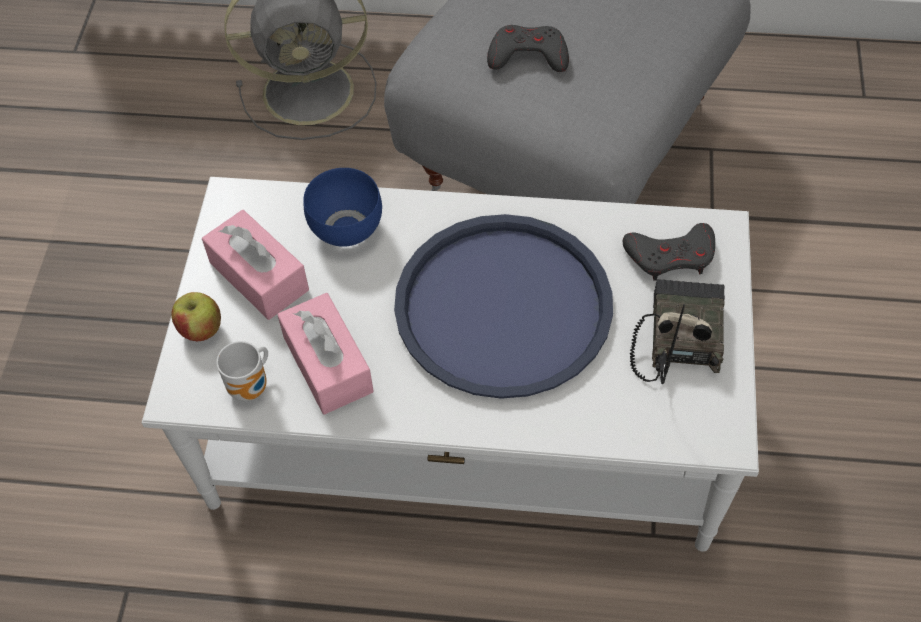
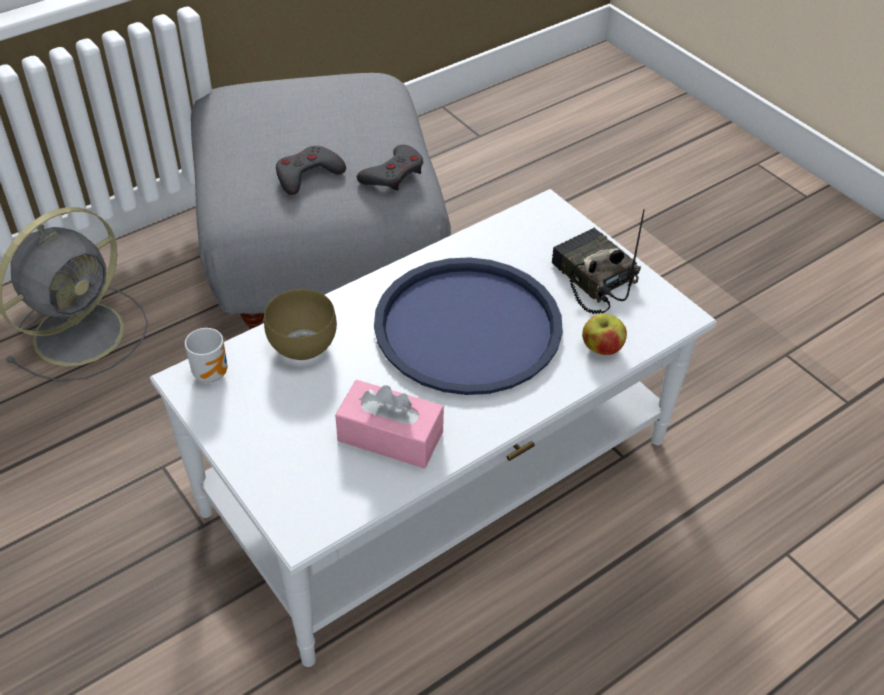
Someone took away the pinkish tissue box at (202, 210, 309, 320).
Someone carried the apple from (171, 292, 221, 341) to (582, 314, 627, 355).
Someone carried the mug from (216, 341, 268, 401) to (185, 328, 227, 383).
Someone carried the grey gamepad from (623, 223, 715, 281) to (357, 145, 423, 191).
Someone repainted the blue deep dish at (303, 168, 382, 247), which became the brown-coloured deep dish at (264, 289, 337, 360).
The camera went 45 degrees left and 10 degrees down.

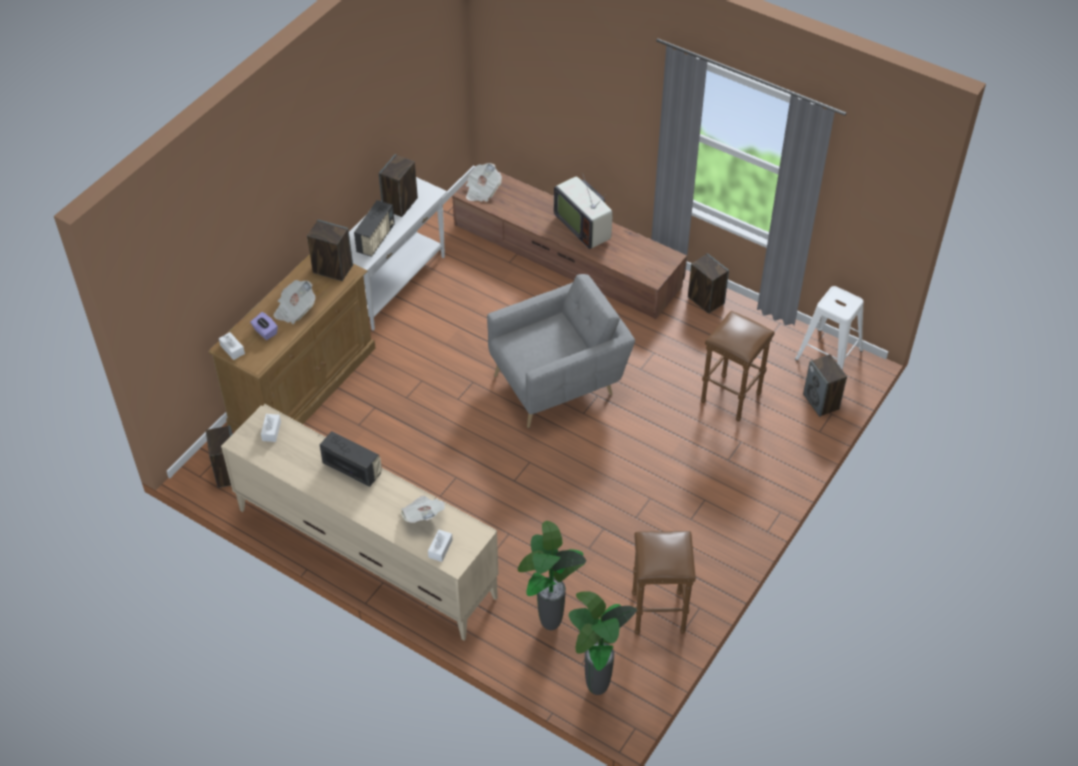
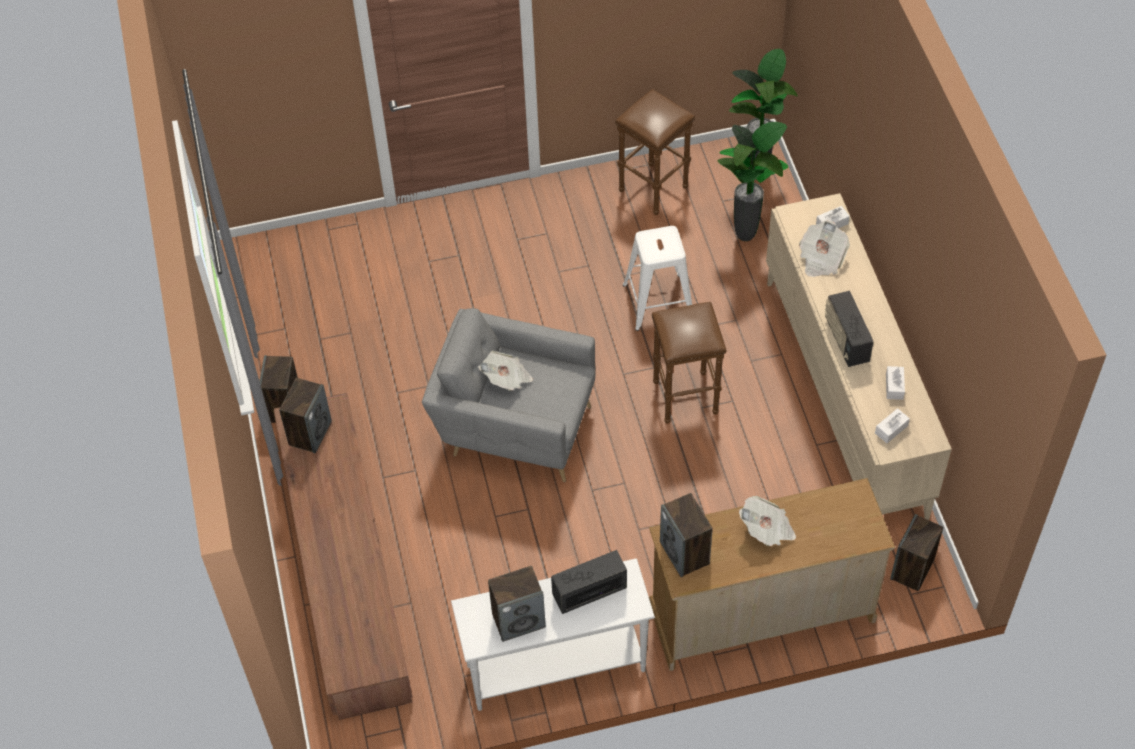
Someone took away the purple tissue box at (250, 312, 278, 340).
Someone took away the television at (554, 172, 613, 249).
Someone carried the white-coloured tissue box from (219, 332, 245, 360) to (886, 366, 905, 400).
Someone carried the printed paper from (466, 163, 502, 202) to (478, 350, 533, 391).
Someone carried the brown-coloured sitting stool from (701, 311, 775, 421) to (652, 302, 726, 424).
Someone carried the white-coloured sitting stool from (795, 286, 864, 370) to (623, 226, 692, 331).
Someone carried the speaker from (803, 354, 847, 417) to (279, 378, 332, 453).
The camera went 135 degrees left and 5 degrees up.

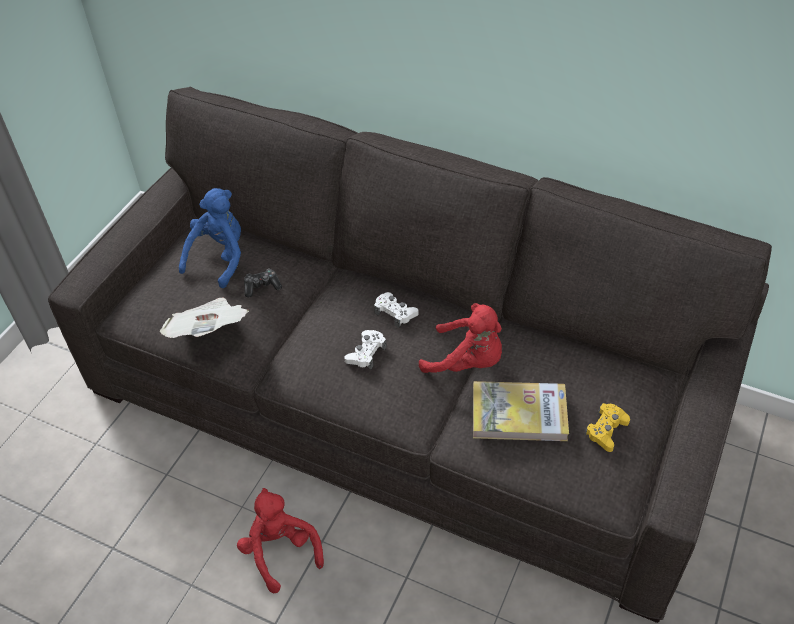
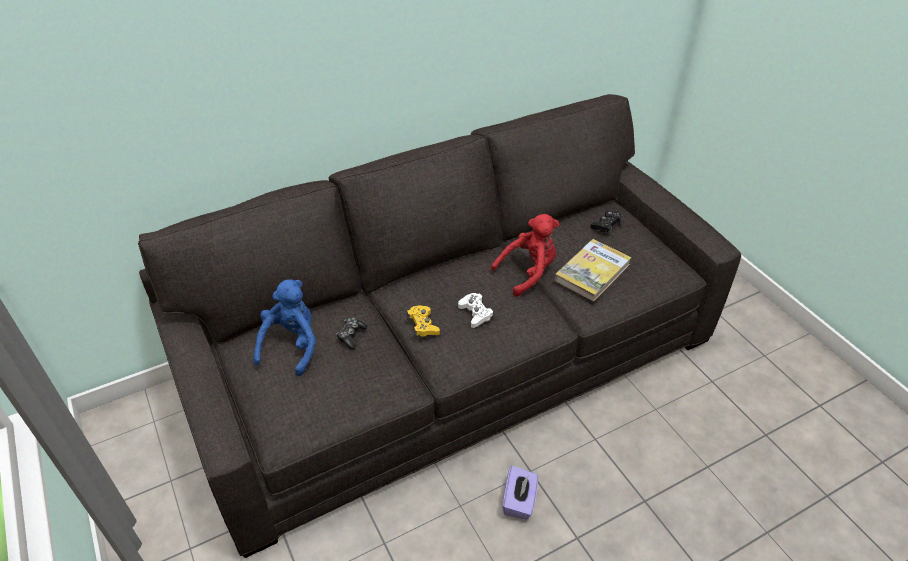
Someone took away the printed paper at (160, 298, 249, 338).
Someone took away the white-coloured gamepad at (374, 292, 419, 328).
Someone put down the blackish gamepad at (590, 210, 624, 235).
Someone carried the yellowish gamepad from (585, 403, 630, 452) to (407, 305, 440, 338).
Someone swapped the red-coloured cuddly toy at (237, 488, 324, 593) for the purple tissue box at (502, 466, 538, 520).
Someone rotated the blue cuddly toy at (179, 188, 241, 288) by 45 degrees clockwise.
The camera went 55 degrees left and 5 degrees down.

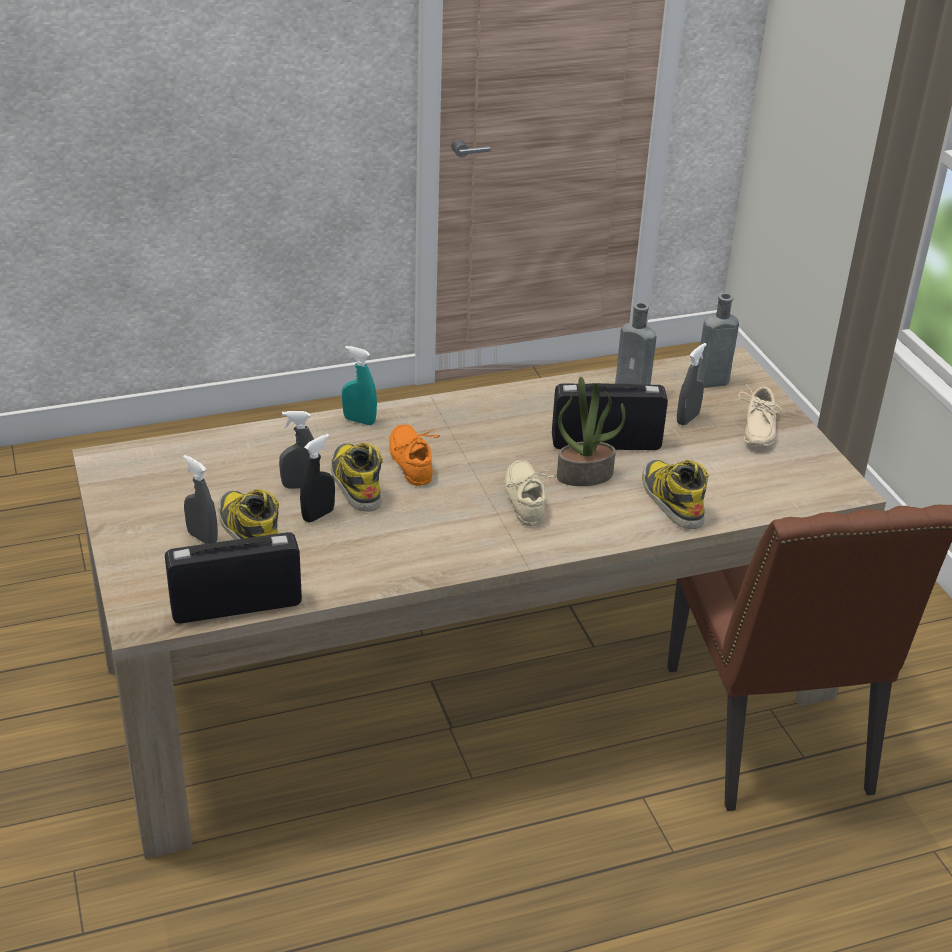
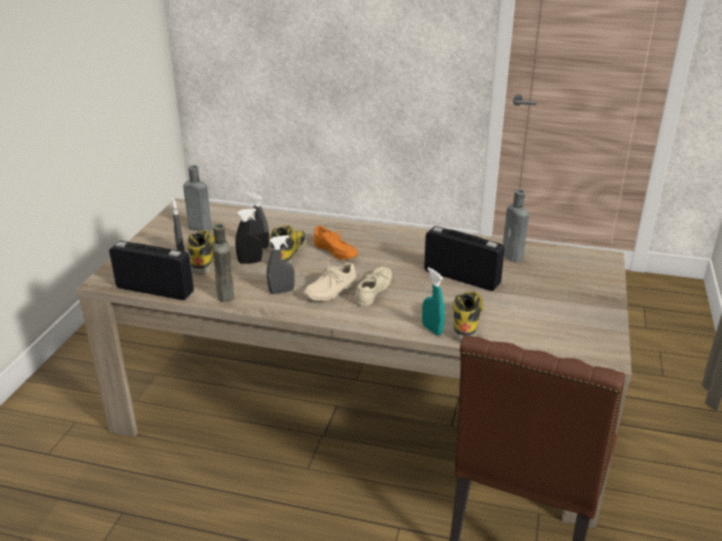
Someone took away the potted plant at (557, 377, 626, 486).
Someone put down the brown-coloured drink bottle at (212, 224, 234, 302).
Someone carried the blue-green sprayer from (342, 346, 377, 425) to (422, 267, 445, 336).
Someone carried the grey sprayer from (677, 343, 707, 425) to (267, 235, 295, 294).
Someone carried the grey drink bottle from (697, 293, 739, 388) to (183, 165, 212, 231).
Someone carried the beige-coloured item of footwear from (738, 384, 782, 447) to (303, 257, 356, 301).
Someone rotated the orange item of footwear at (389, 424, 440, 486) by 120 degrees clockwise.
The camera went 35 degrees right and 5 degrees down.

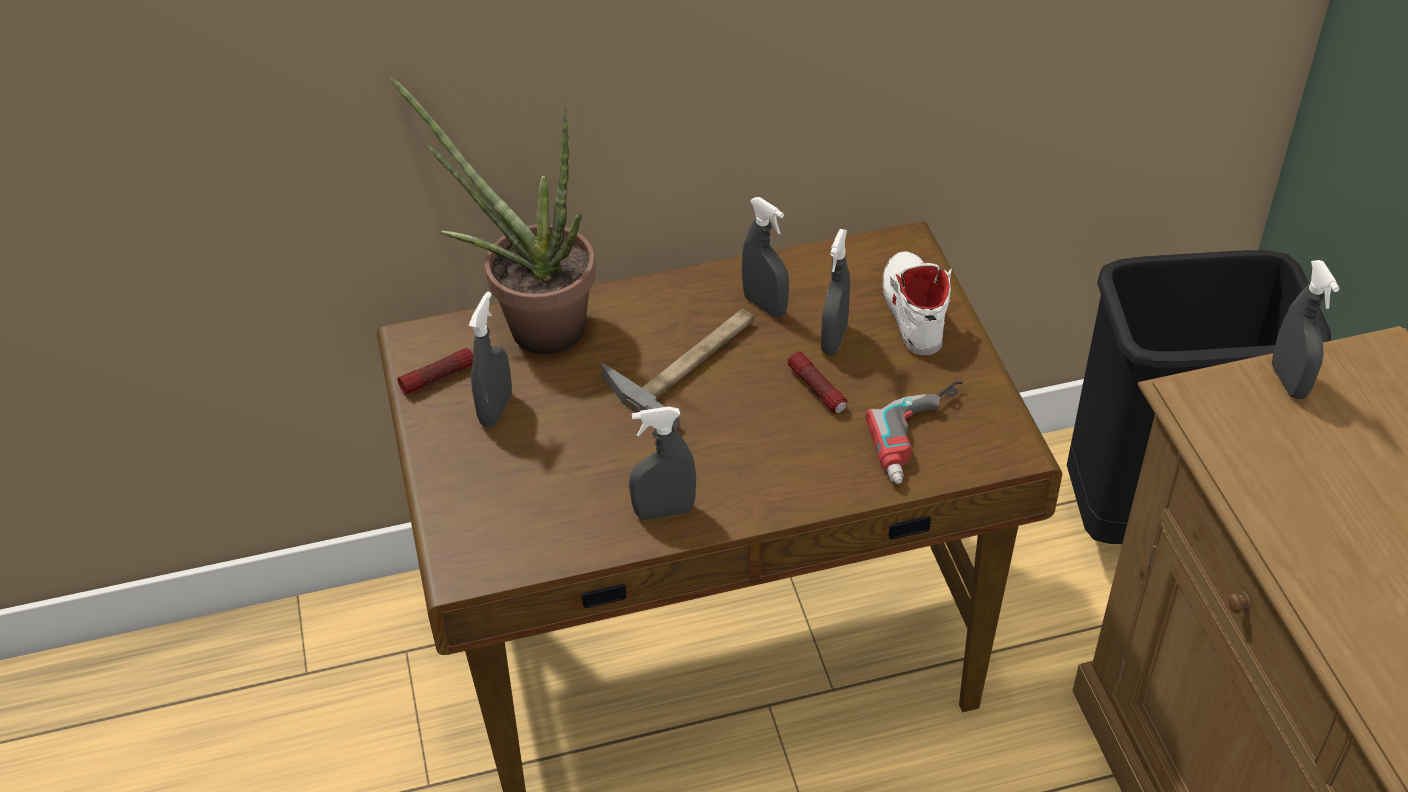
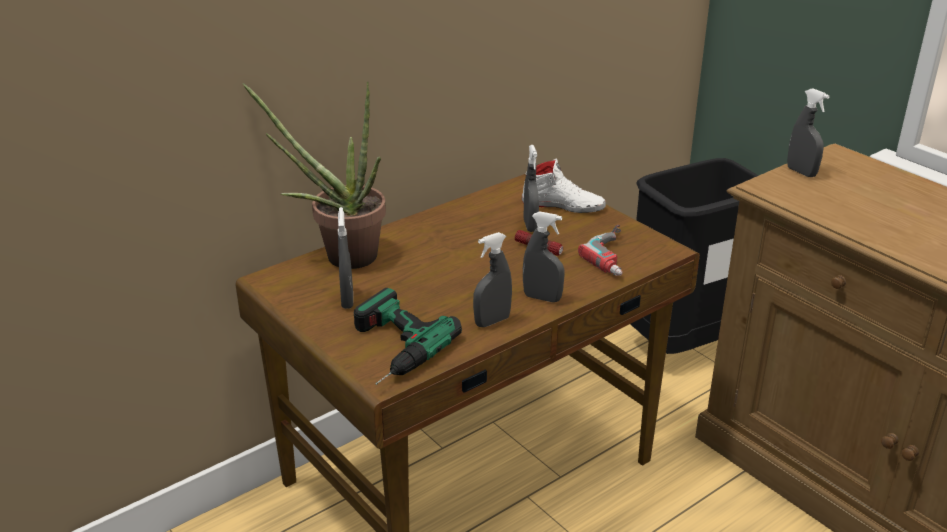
Someone took away the flashlight at (398, 348, 473, 395).
Someone took away the hand hammer at (602, 309, 754, 429).
Someone put down the drill at (354, 288, 462, 385).
Someone carried the grey sprayer from (742, 197, 789, 317) to (523, 211, 565, 302).
Someone rotated the white-coloured item of footwear at (883, 251, 952, 356) by 135 degrees clockwise.
The camera went 25 degrees left and 15 degrees down.

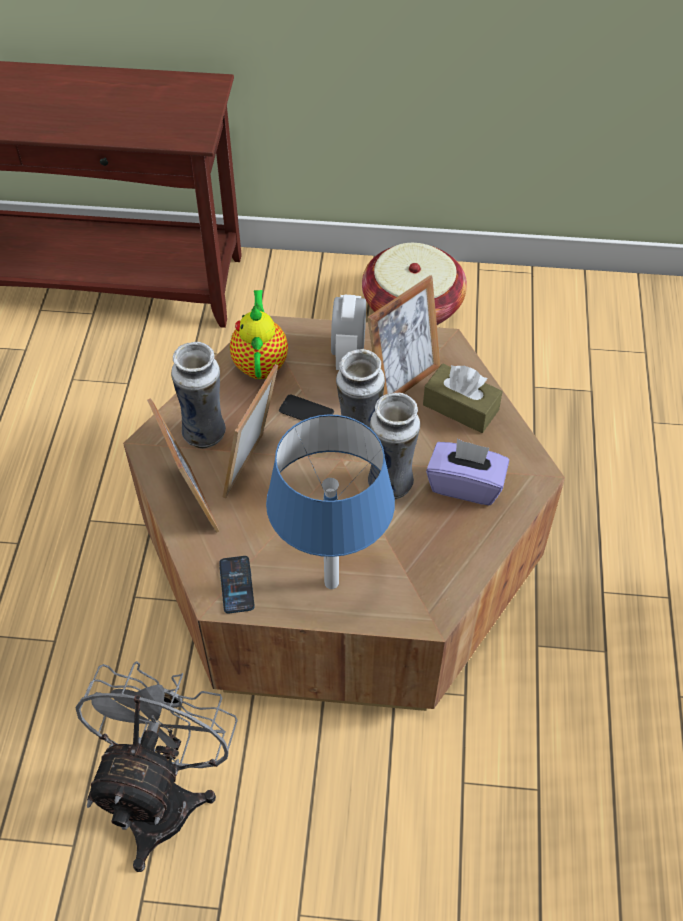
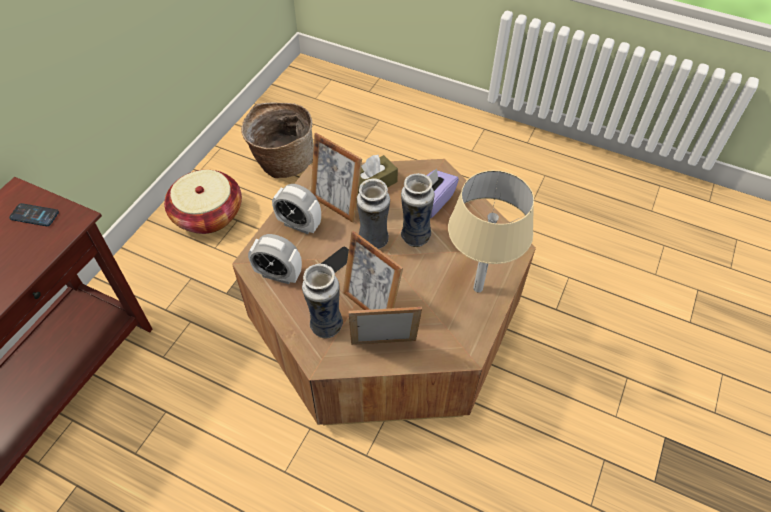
Someone took away the grey electric fan at (75, 661, 238, 872).
Someone put down the household basket at (241, 102, 314, 178).
Someone carried the handset from (219, 556, 255, 614) to (9, 203, 59, 226).
Someone swapped the teapot at (230, 290, 288, 379) for the bedside clock at (248, 234, 302, 284).
Someone repainted the blue lamp for a table at (266, 415, 395, 589), which became the beige-coloured lamp for a table at (448, 170, 534, 293).
Someone rotated the picture frame at (367, 275, 441, 395) by 150 degrees clockwise.
The camera went 70 degrees left and 0 degrees up.

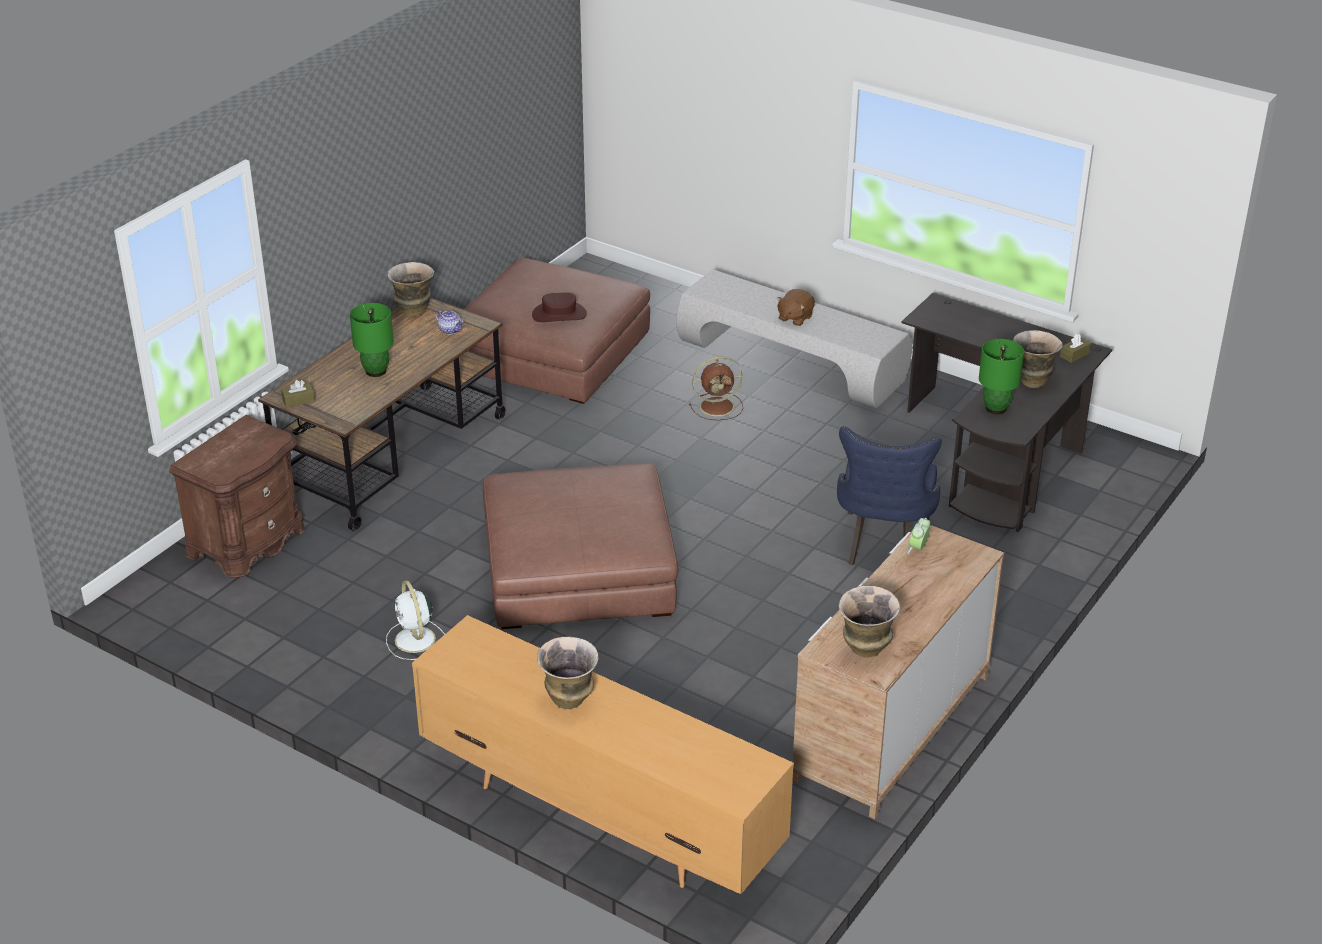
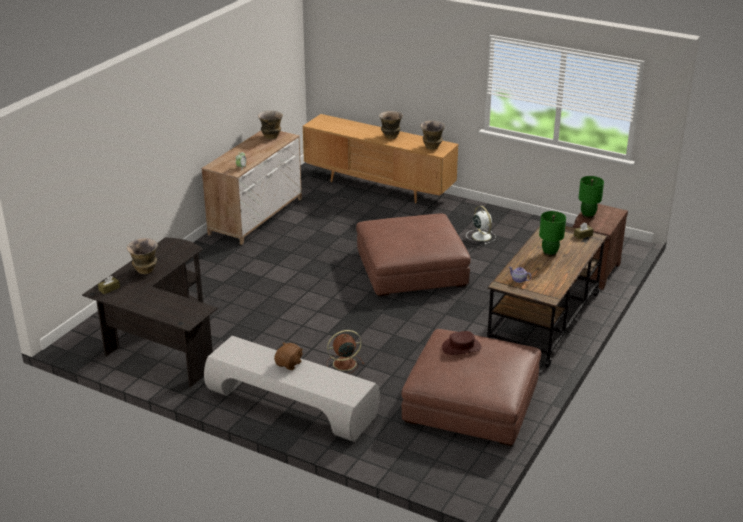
Someone took away the blue chair at (837, 426, 942, 565).
Someone carried the decorative vase from (387, 262, 434, 317) to (420, 121, 445, 149).
Someone carried the green-coloured lamp for a table from (979, 339, 1024, 414) to (578, 176, 604, 218).
The camera went 175 degrees right and 5 degrees down.

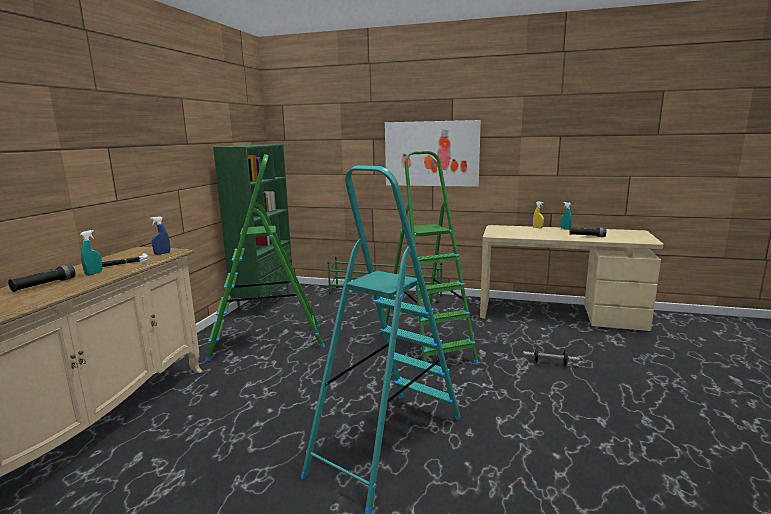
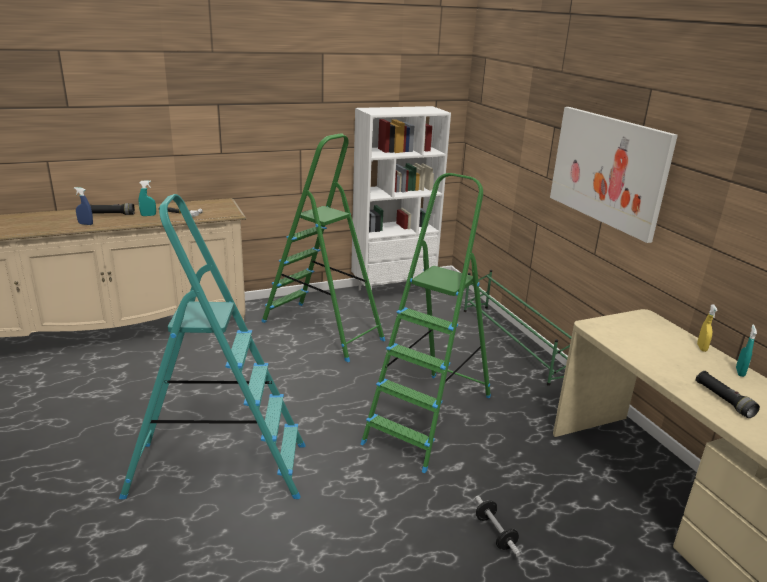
Someone carried the blue sprayer from (150, 216, 170, 255) to (74, 187, 93, 225).
Someone repainted the green-coloured bookshelf at (213, 144, 292, 315), which became the white-coloured bookshelf at (351, 106, 451, 302).
The camera went 50 degrees right and 10 degrees up.

